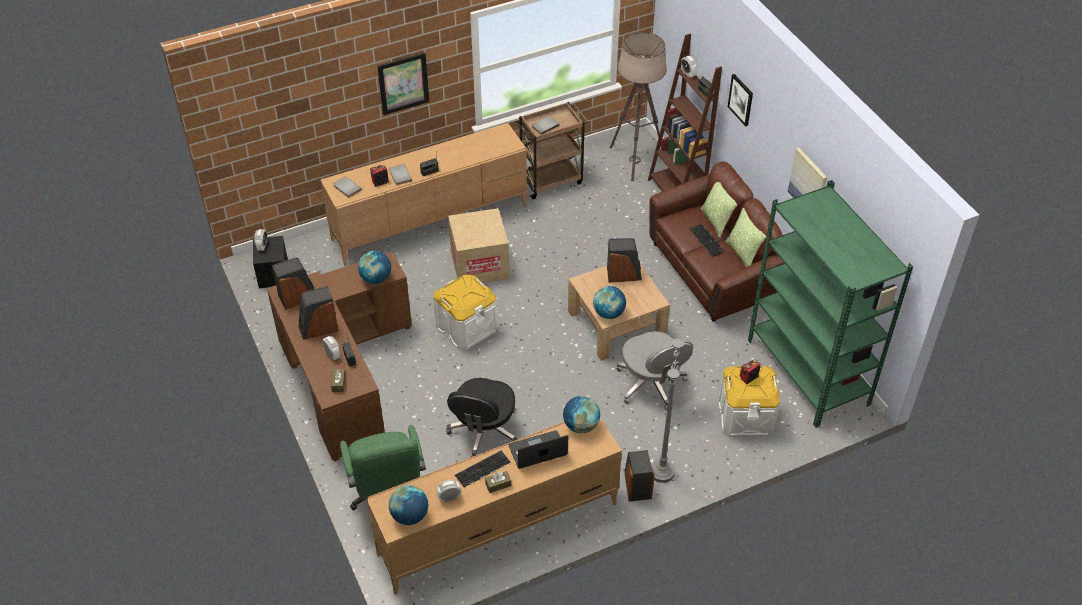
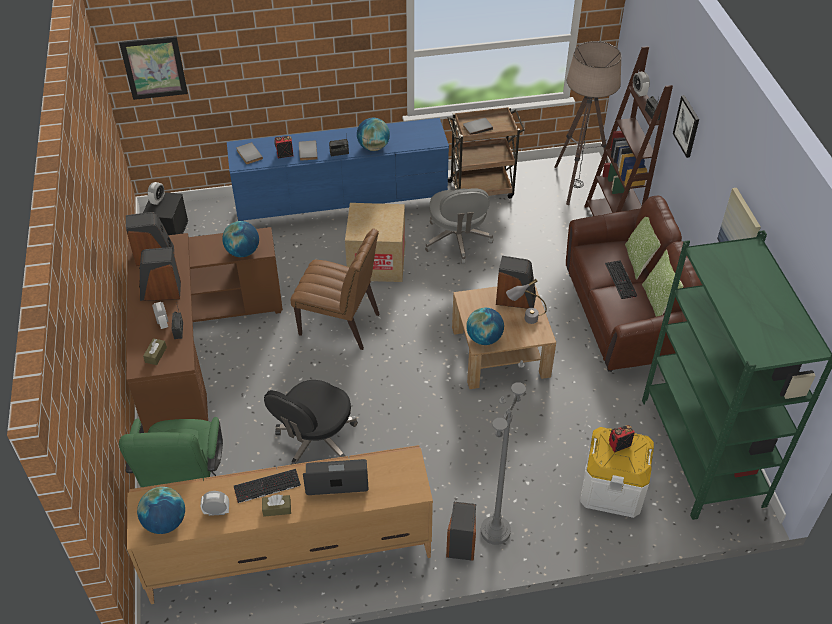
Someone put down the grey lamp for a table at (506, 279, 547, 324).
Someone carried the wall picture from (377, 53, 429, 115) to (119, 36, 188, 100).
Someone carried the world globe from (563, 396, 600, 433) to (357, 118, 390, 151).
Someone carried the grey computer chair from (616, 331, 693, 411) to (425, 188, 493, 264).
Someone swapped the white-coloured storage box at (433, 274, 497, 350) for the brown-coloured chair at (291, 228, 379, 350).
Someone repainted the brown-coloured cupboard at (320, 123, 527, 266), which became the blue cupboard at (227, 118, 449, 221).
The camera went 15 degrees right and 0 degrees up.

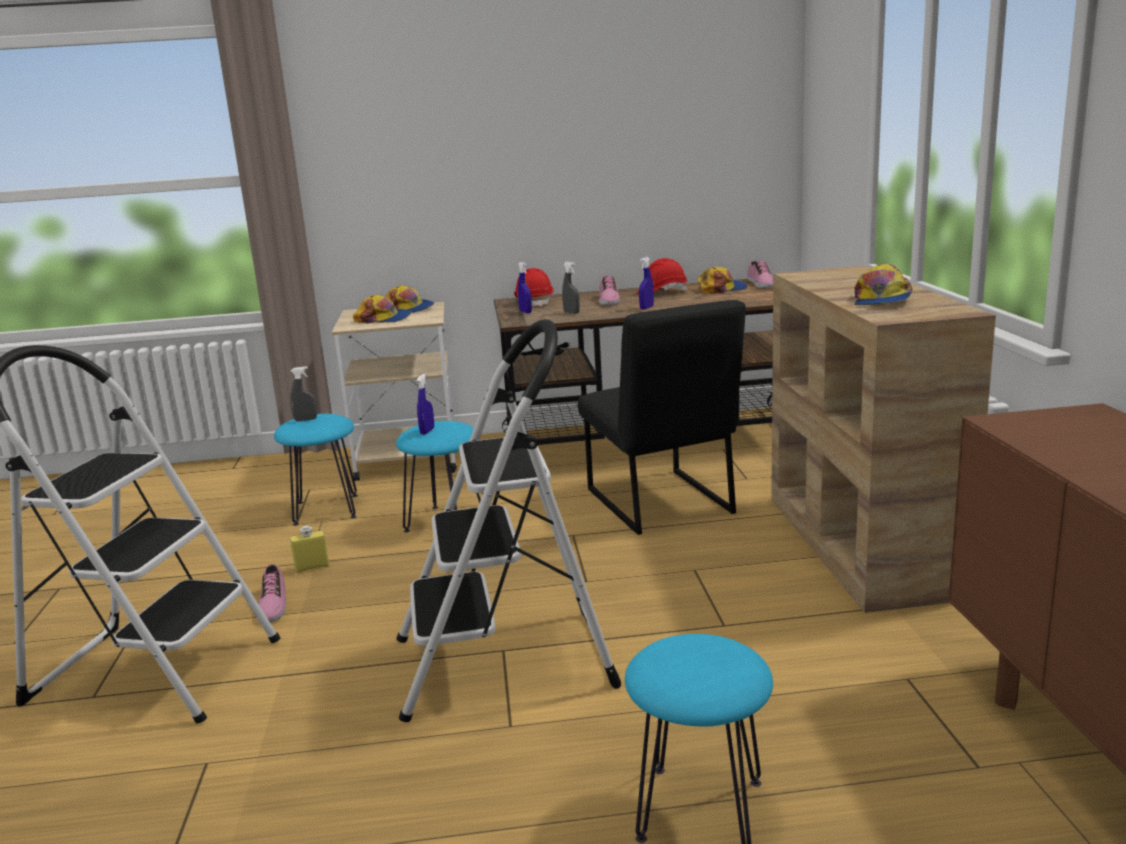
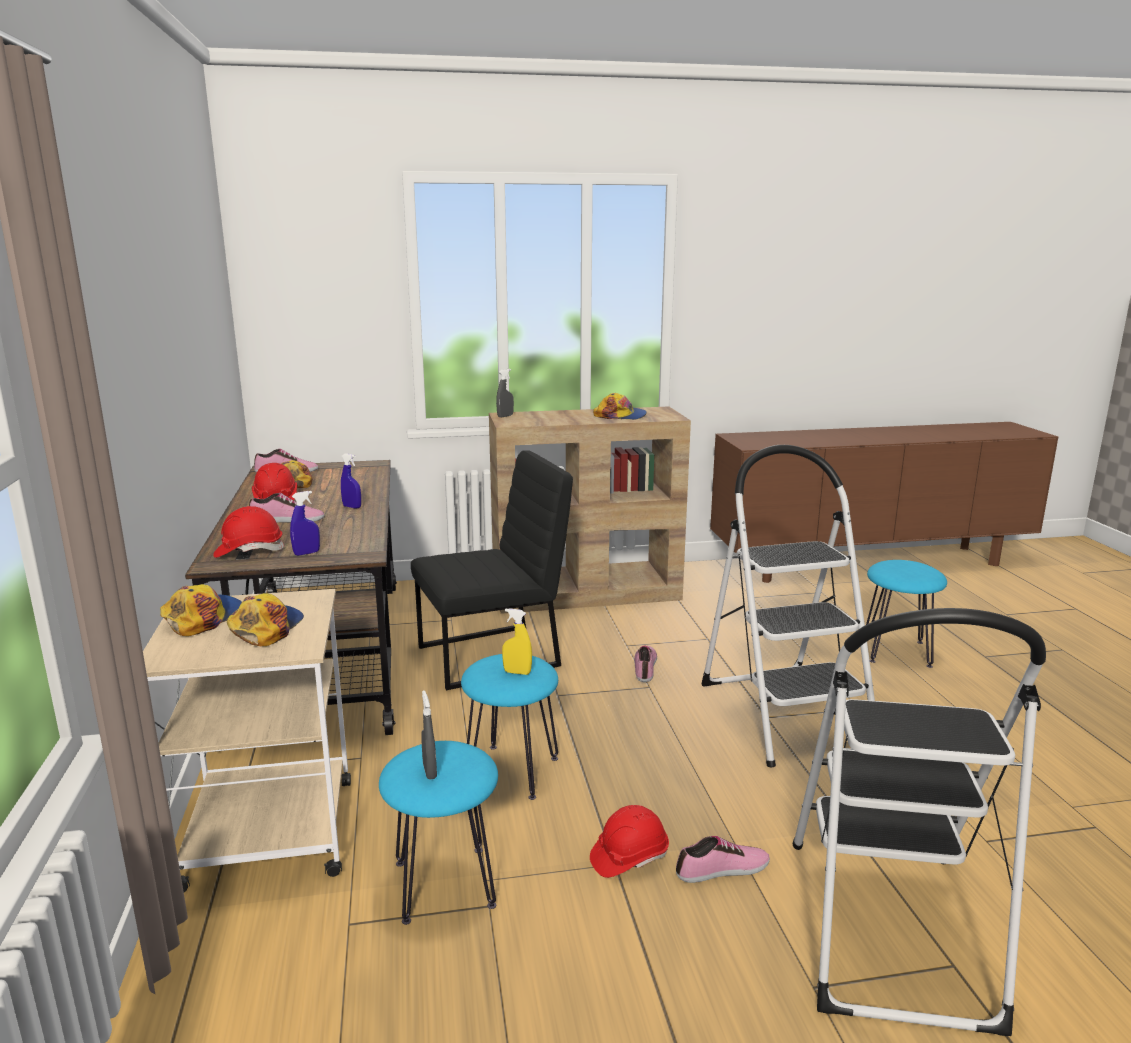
Someone put down the item of footwear at (634, 645, 657, 682).
Someone carried the grey sprayer from (562, 262, 580, 314) to (496, 369, 514, 417).
Someone swapped the yellowish drink bottle at (290, 526, 329, 573) for the red-coloured safety helmet at (590, 805, 669, 878).
Someone repainted the blue sprayer at (417, 373, 434, 435), which became the yellowish sprayer at (502, 608, 532, 675).
The camera went 95 degrees left and 0 degrees up.

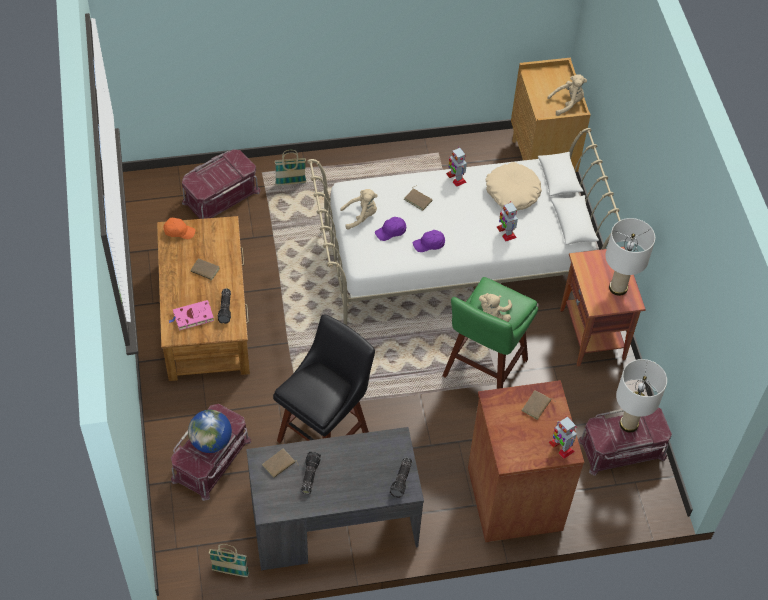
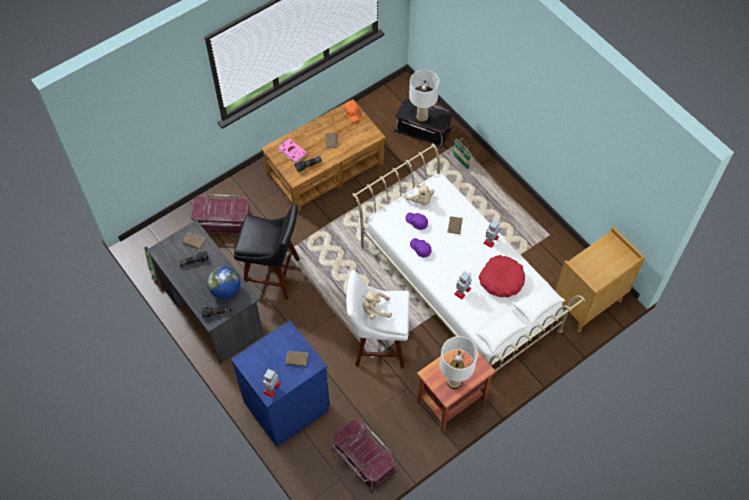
Someone took away the beige-coloured cuddly toy at (547, 74, 587, 116).
Someone carried the world globe from (188, 410, 232, 453) to (207, 267, 240, 299).
Someone carried the white-coloured lamp for a table from (616, 359, 667, 433) to (409, 70, 439, 123).
Someone repainted the red-coloured storage box at (182, 149, 260, 219), which became the blackish storage box at (394, 98, 453, 150).
Someone repainted the green-coloured sitting stool at (443, 277, 538, 389), which became the white-coloured sitting stool at (346, 270, 410, 368).
Someone repainted the brown-coloured chest of drawers at (468, 380, 584, 542), which became the blue chest of drawers at (231, 320, 330, 447).
Someone repainted the beige-coloured pillow at (486, 162, 542, 210), which became the red-coloured pillow at (479, 255, 525, 297).
The camera went 65 degrees right and 5 degrees up.

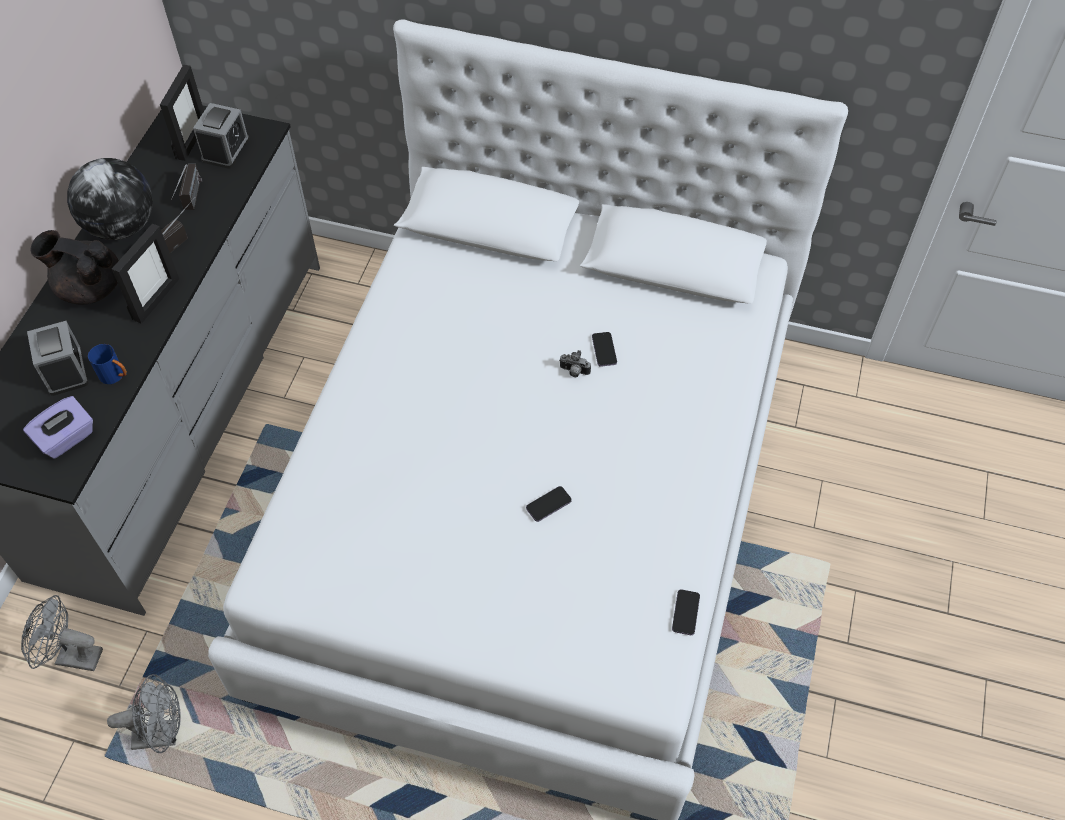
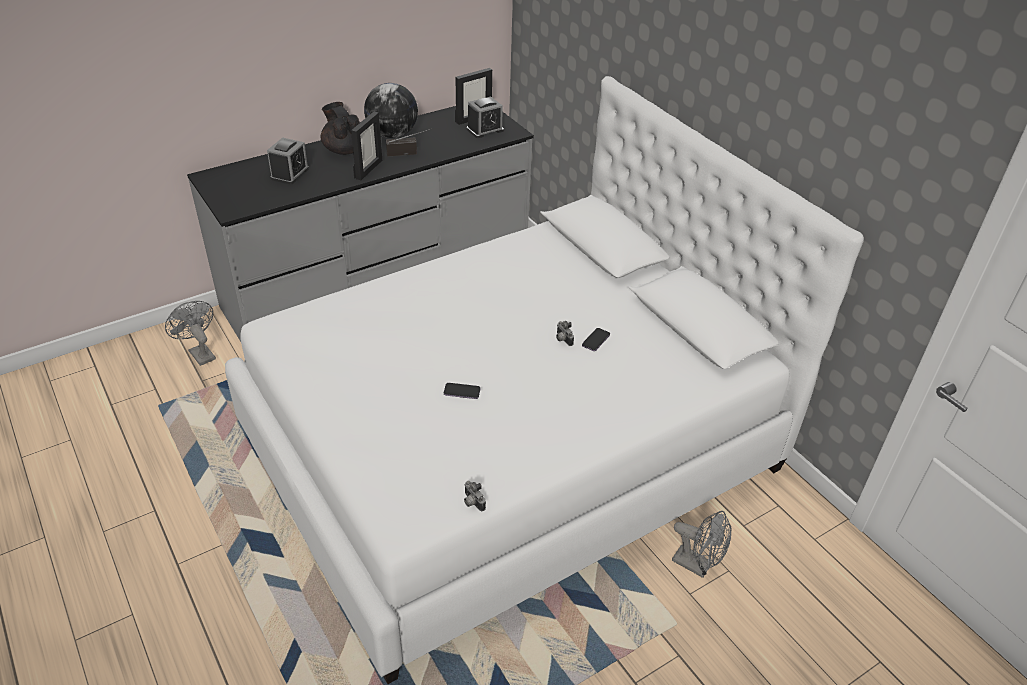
Someone took away the purple tissue box at (23, 396, 93, 459).
Someone took away the blue mug at (88, 344, 127, 384).
Someone took away the radio set at (171, 164, 202, 210).
Someone carried the grey electric fan from (107, 674, 181, 753) to (672, 511, 731, 578).
Someone swapped the handset at (672, 589, 700, 635) for the photo camera at (464, 481, 486, 511).
Someone rotated the picture frame at (112, 223, 179, 324) by 45 degrees counterclockwise.
The camera went 40 degrees right and 15 degrees down.

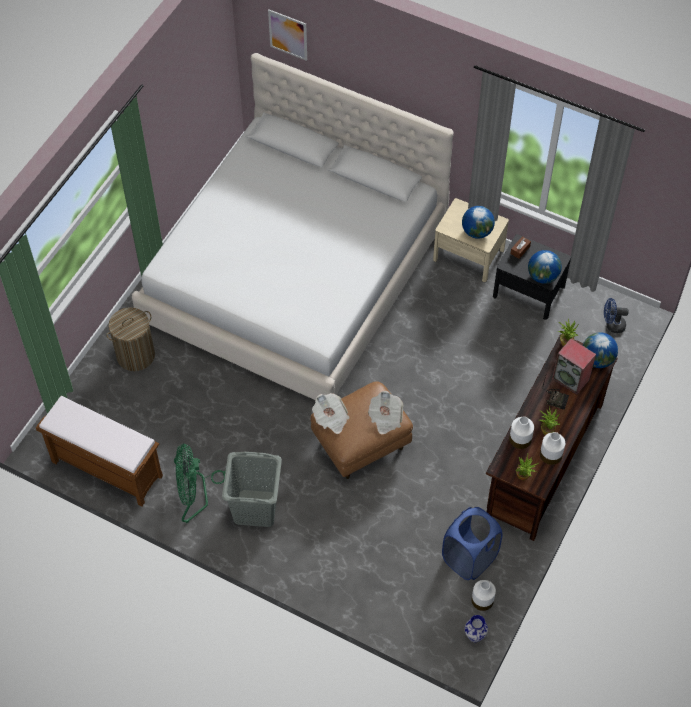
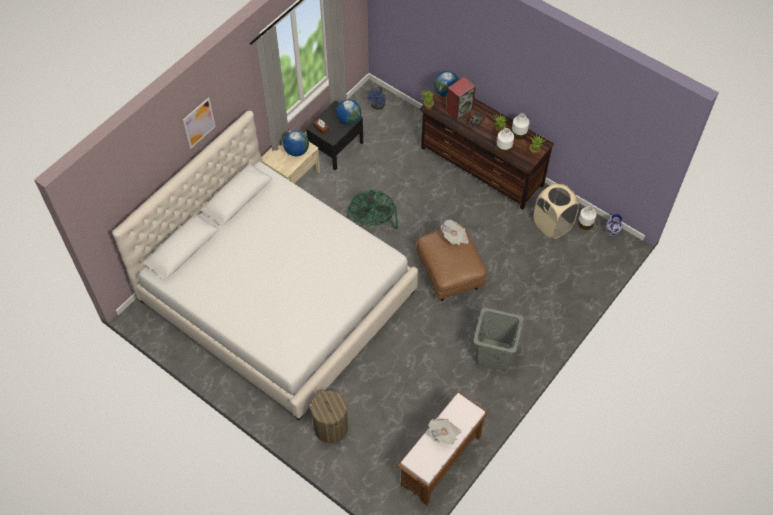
Someone carried the green-coloured electric fan from (174, 444, 226, 523) to (347, 189, 398, 230).
Someone carried the wall picture from (268, 9, 307, 61) to (183, 97, 216, 149).
Someone carried the printed paper from (312, 393, 350, 434) to (429, 418, 462, 444).
Someone repainted the blue washing basket at (442, 507, 503, 580), which became the beige-coloured washing basket at (534, 183, 579, 239).
The camera went 80 degrees left and 0 degrees up.

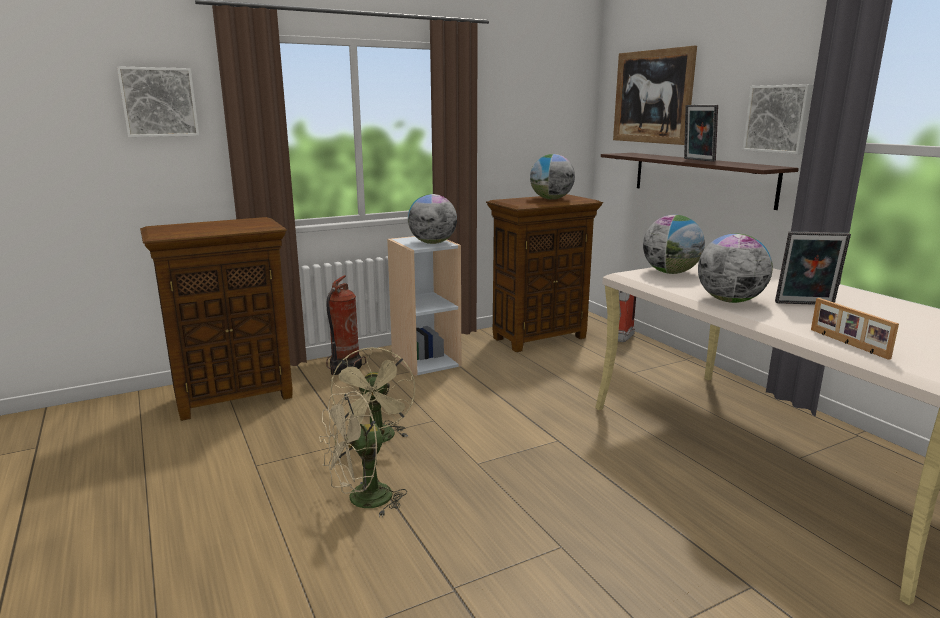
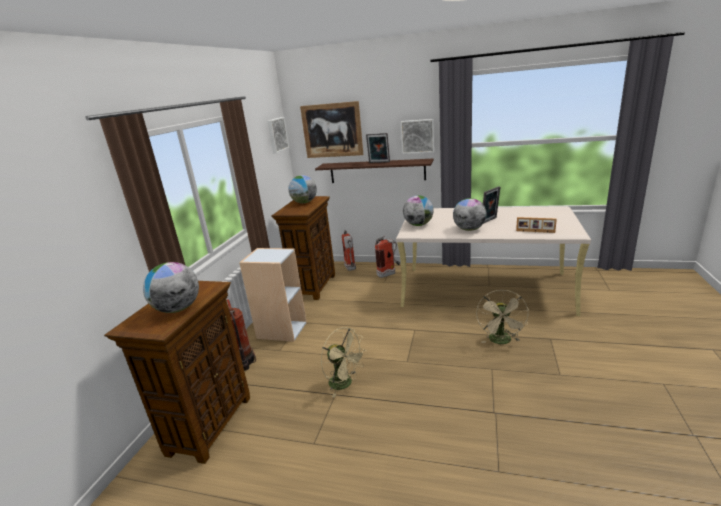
Someone put down the fire-fighting cylinder at (375, 236, 401, 278).
Someone carried the wall picture from (117, 66, 199, 137) to (267, 117, 289, 153).
Someone carried the beige-coloured electric fan from (319, 391, 407, 517) to (476, 289, 529, 344).
Someone carried the world globe from (408, 194, 457, 244) to (143, 262, 199, 313).
The camera went 45 degrees left and 5 degrees up.

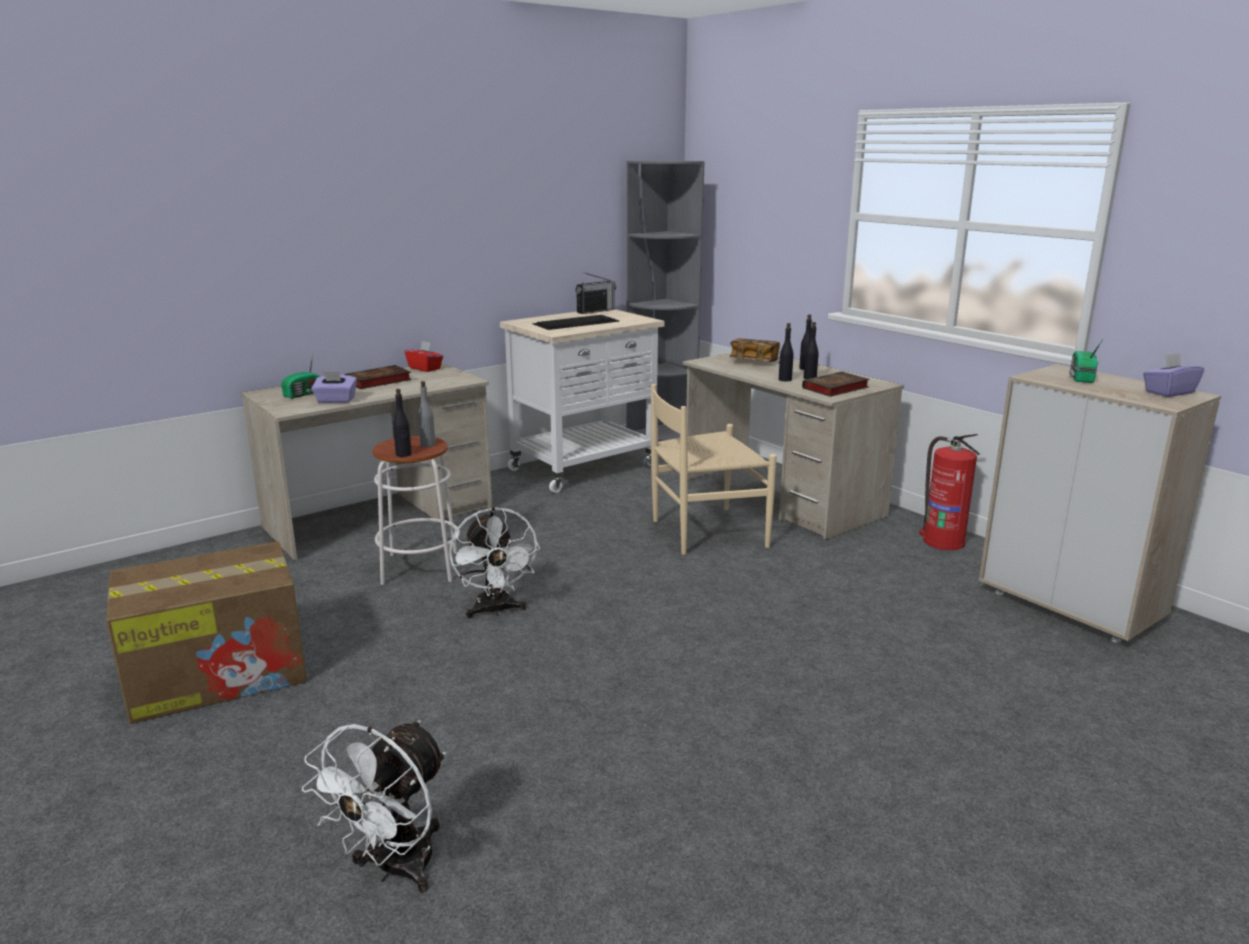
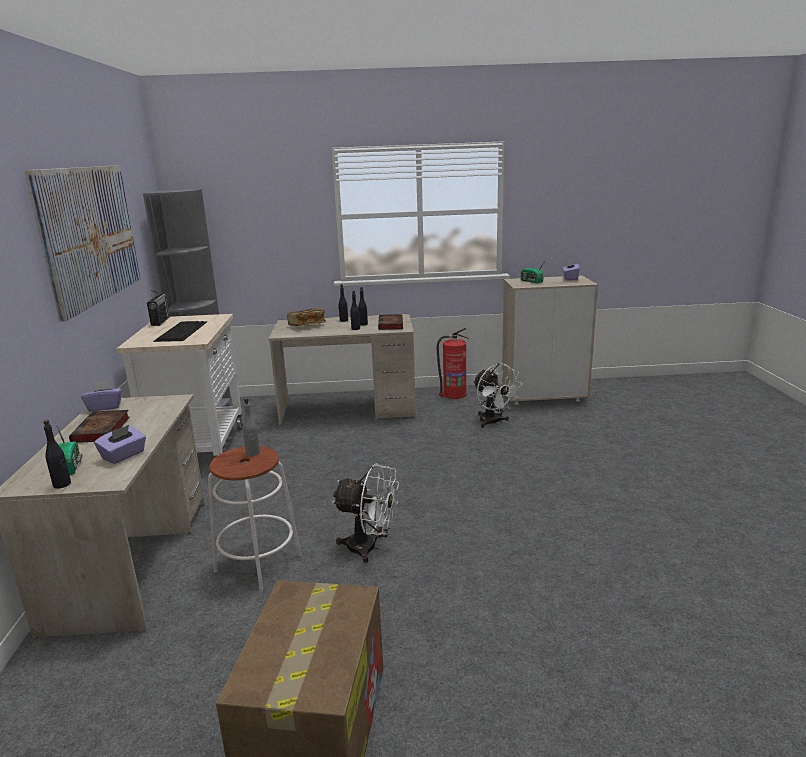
Someone took away the beige-coloured chair at (651, 384, 777, 555).
Someone put up the wall picture at (24, 165, 141, 322).
Someone carried the white-coloured electric fan from (302, 720, 446, 893) to (473, 363, 523, 428).
Someone carried the blackish drink bottle from (393, 389, 412, 457) to (43, 420, 71, 489).
Someone repainted the red-coloured tissue box at (405, 341, 443, 372), which became the purple tissue box at (81, 381, 122, 412).
The camera went 55 degrees left and 0 degrees up.

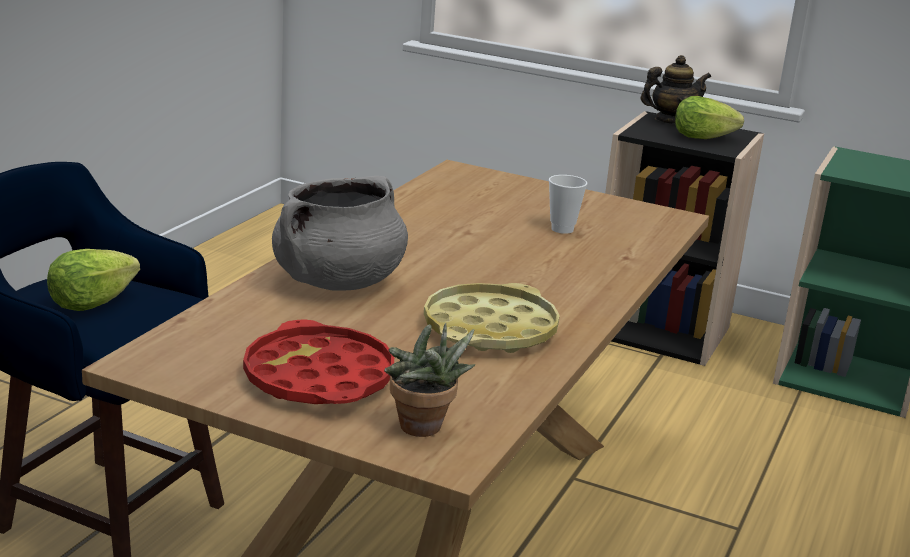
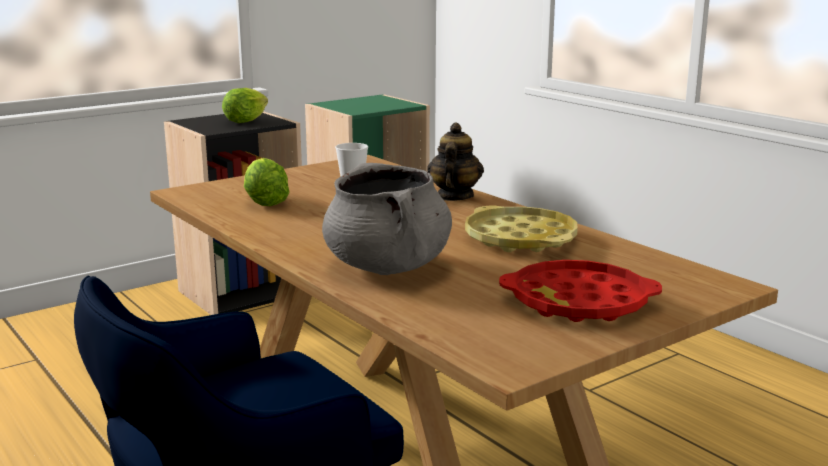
Someone took away the potted plant at (384, 323, 475, 437).
Someone carried the head of lettuce from (47, 249, 140, 311) to (244, 158, 290, 206).
Someone carried the teapot from (641, 55, 711, 124) to (427, 122, 484, 201).
The camera went 60 degrees left and 5 degrees down.

